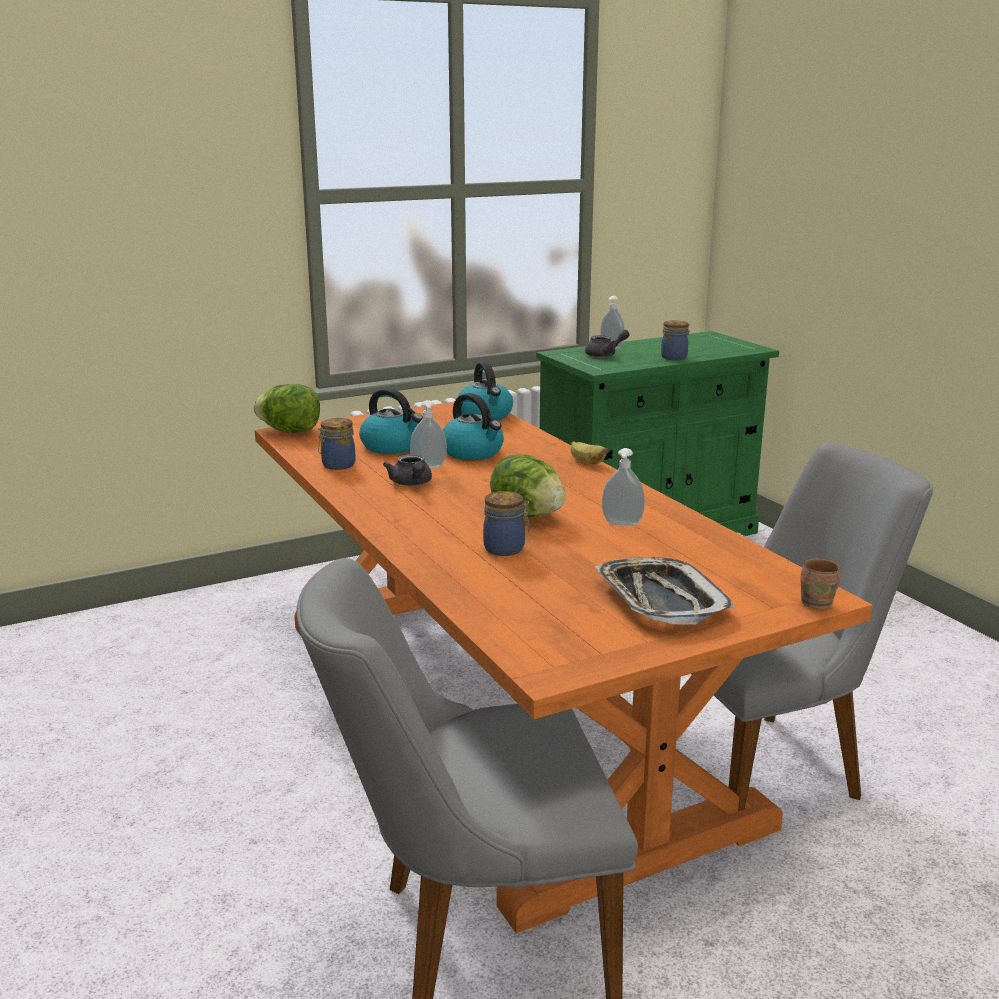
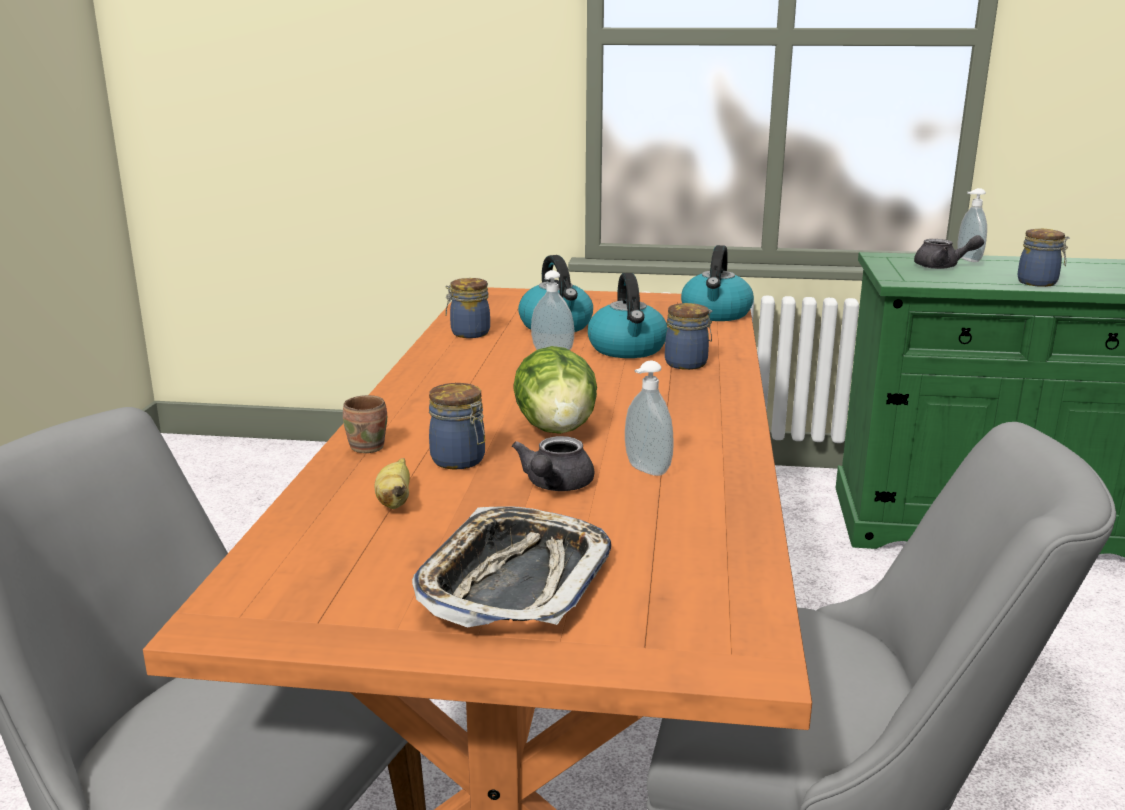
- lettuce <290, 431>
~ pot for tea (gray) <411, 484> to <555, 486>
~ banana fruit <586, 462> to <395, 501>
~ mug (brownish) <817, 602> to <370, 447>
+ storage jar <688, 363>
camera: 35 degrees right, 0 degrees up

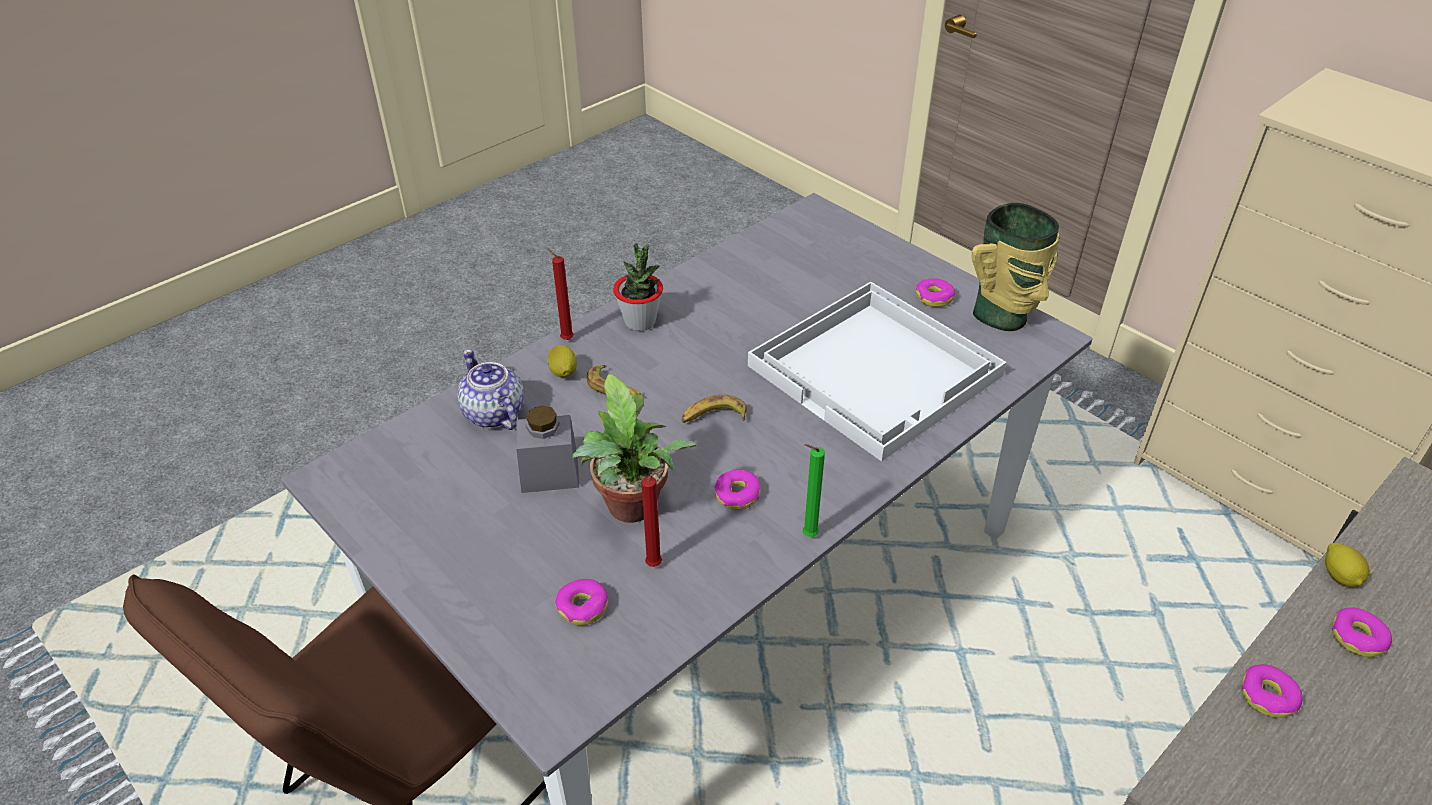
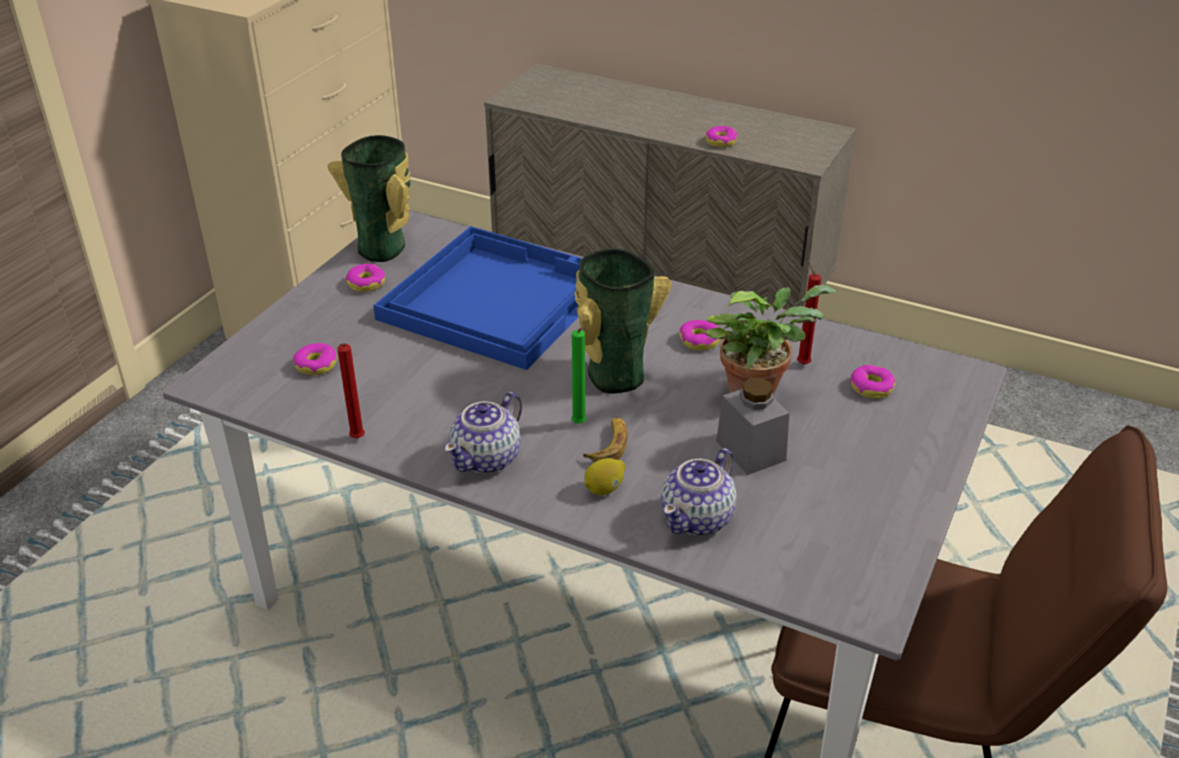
~ wax light (red) <565, 339> to <357, 440>
~ plant in a pot <640, 322> to pot for tea <487, 458>
~ banana fruit <713, 417> to vase <612, 373>
~ tray (white-coloured) <877, 371> to tray (blue-coloured) <496, 298>
~ wax light (green-coloured) <807, 535> to <580, 425>
- whole lemon <1339, 576>
~ doughnut <1357, 638> to <316, 365>
camera: 110 degrees left, 5 degrees down

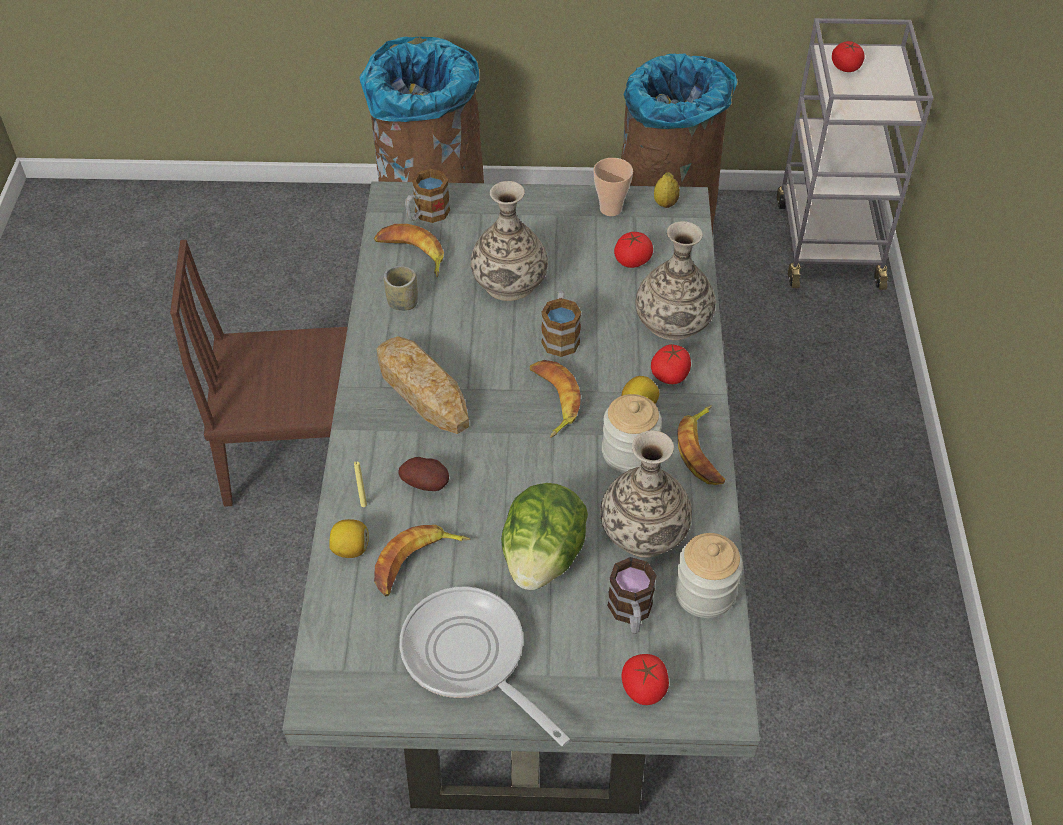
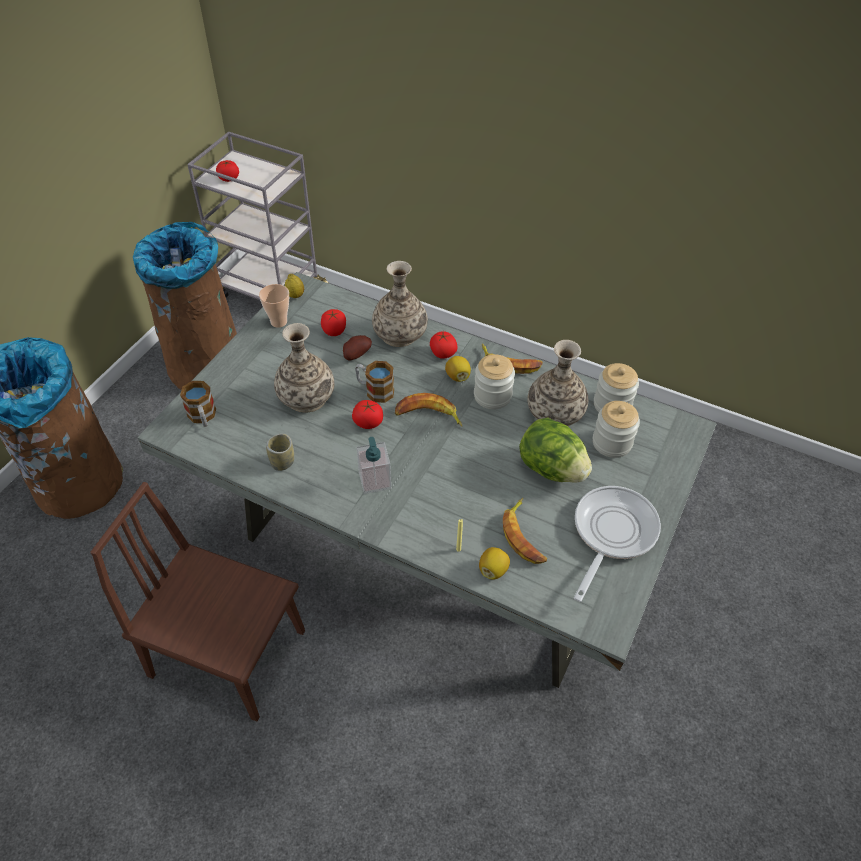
~ chair (brownish) <302, 453> = <228, 653> 90 degrees clockwise
- banana fruit <411, 254>
~ bread <422, 390> to liquid soap bottle <375, 480>
~ potato <427, 483> to <356, 355>
~ skillet <470, 658> = <611, 533> 135 degrees clockwise
~ mug <631, 613> to storage jar <612, 443>
~ tomato <644, 689> to <368, 422>
camera: 65 degrees left, 0 degrees up

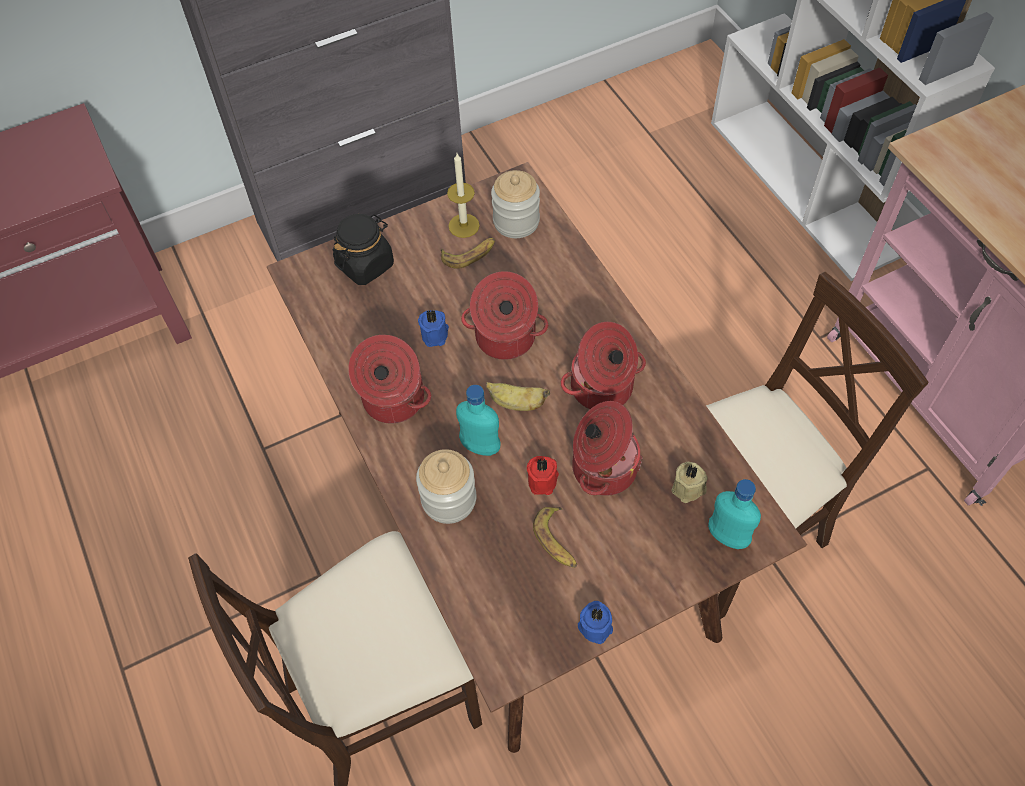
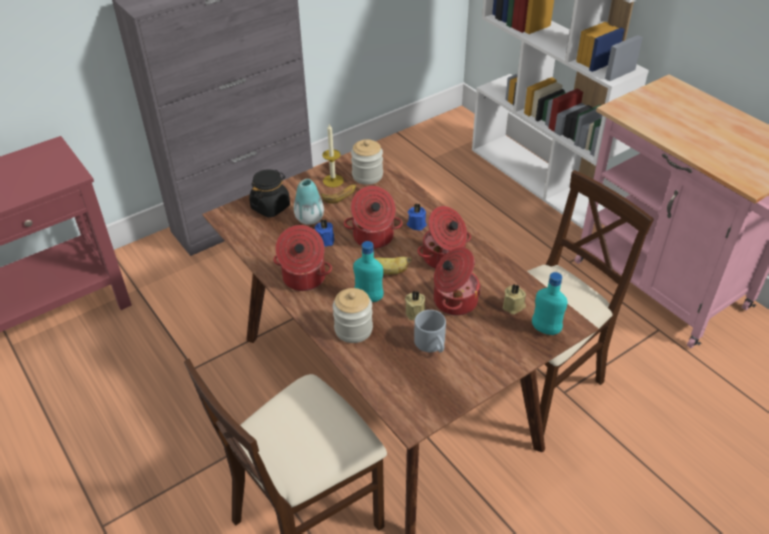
~ wax light (red) <543, 481> to wax light (sand-coloured) <416, 312>
~ banana fruit <557, 541> to mug (gray) <432, 344>
~ wax light (blue-coloured) <595, 625> to <416, 224>
+ vase <309, 218>
camera: 10 degrees left, 15 degrees down

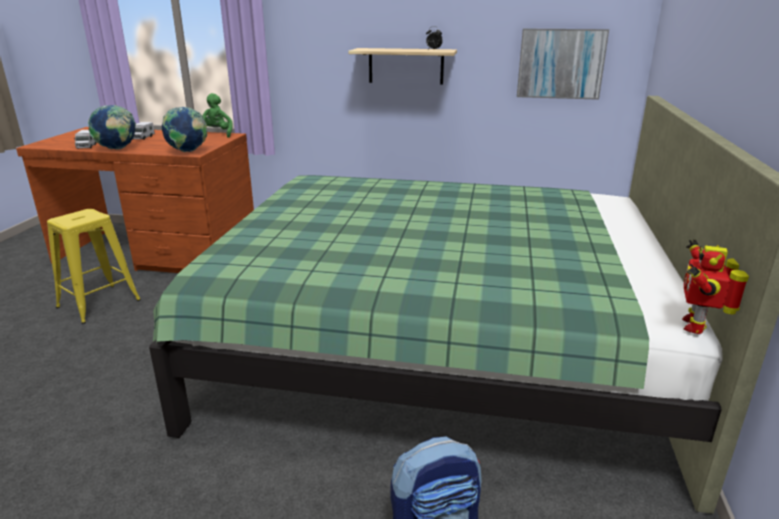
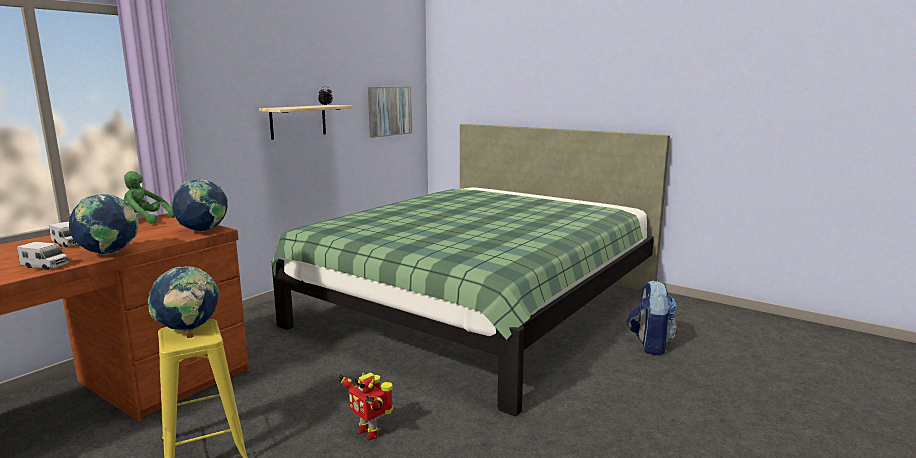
~ toy robot <696, 325> to <369, 432>
+ globe <188, 329>
camera: 65 degrees left, 10 degrees down

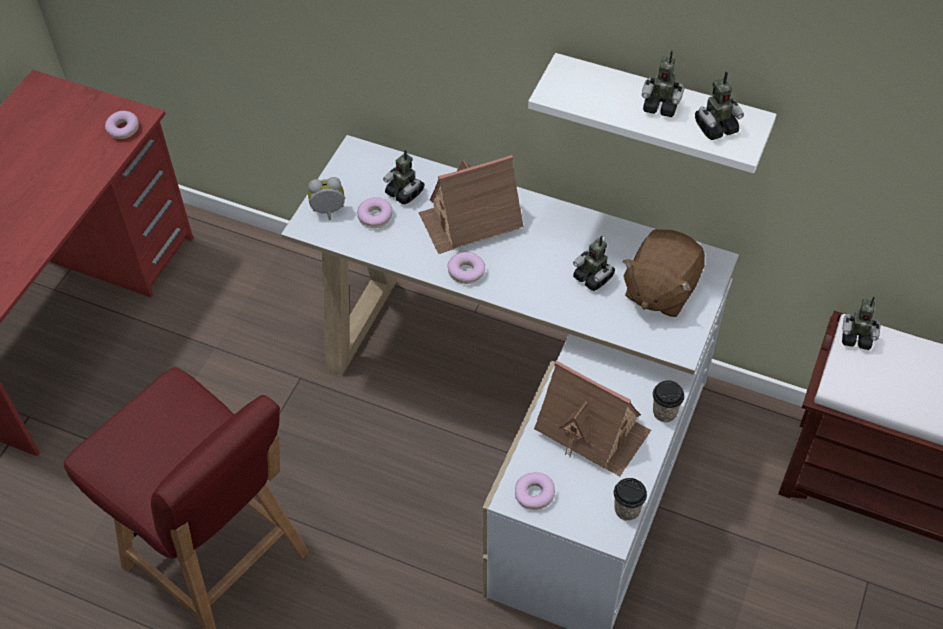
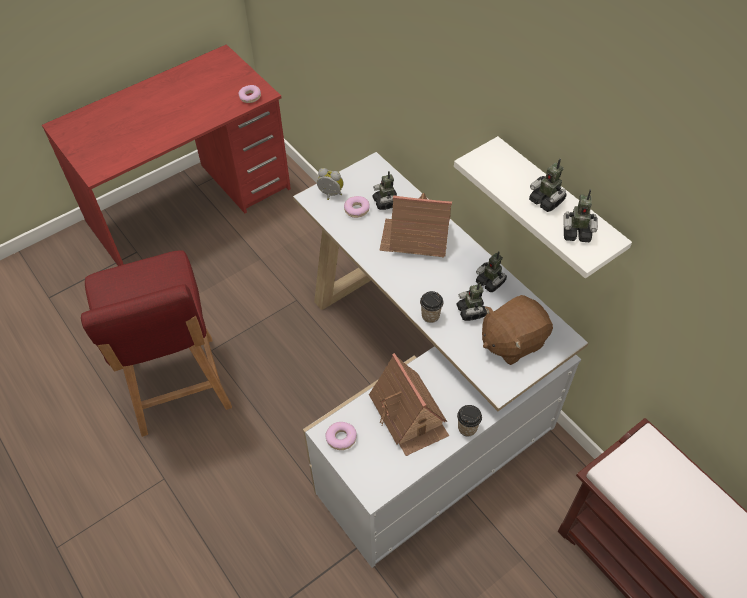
- doughnut <466, 272>
~ drinking cup <627, 509> to <430, 316>
~ toy robot <856, 337> to <490, 282>
camera: 30 degrees right, 0 degrees up

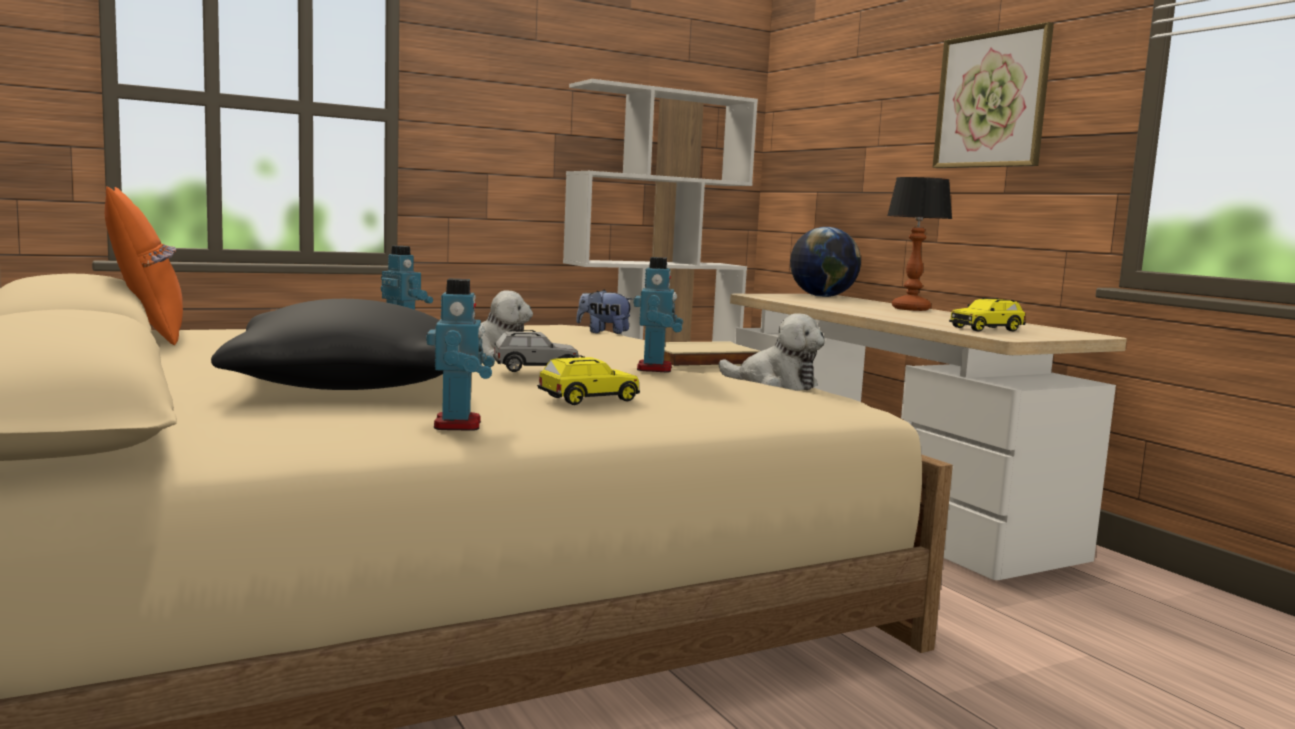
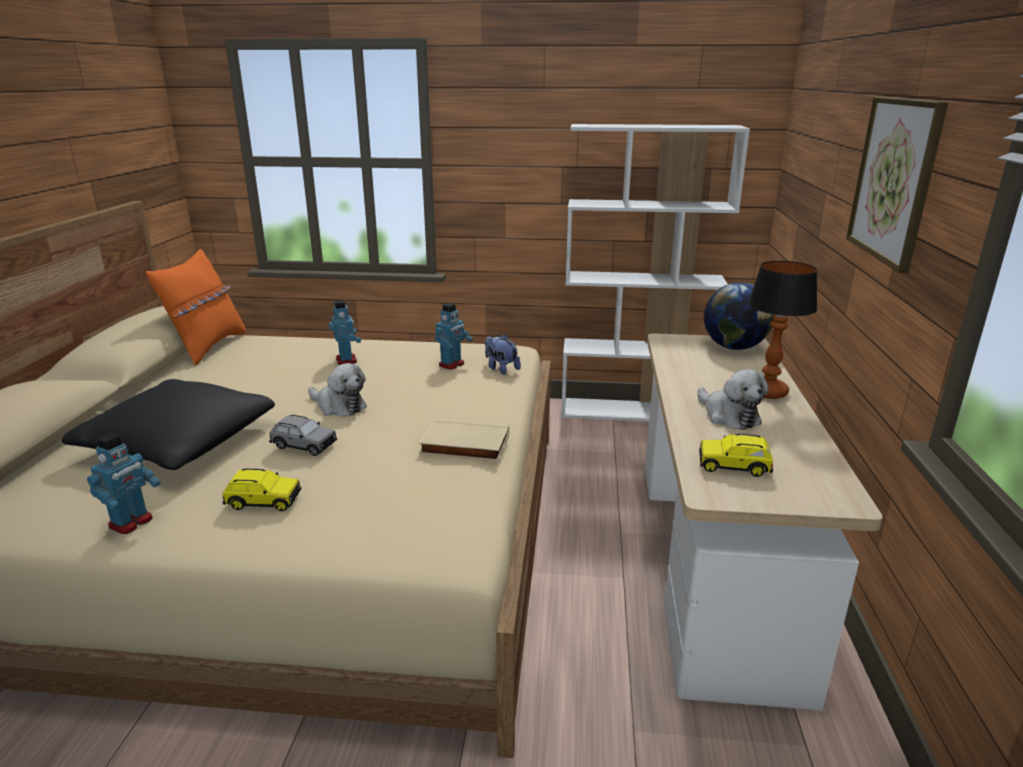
~ toy robot <655, 369> to <452, 364>
~ cuddly toy <775, 383> to <728, 416>
camera: 35 degrees right, 15 degrees up

